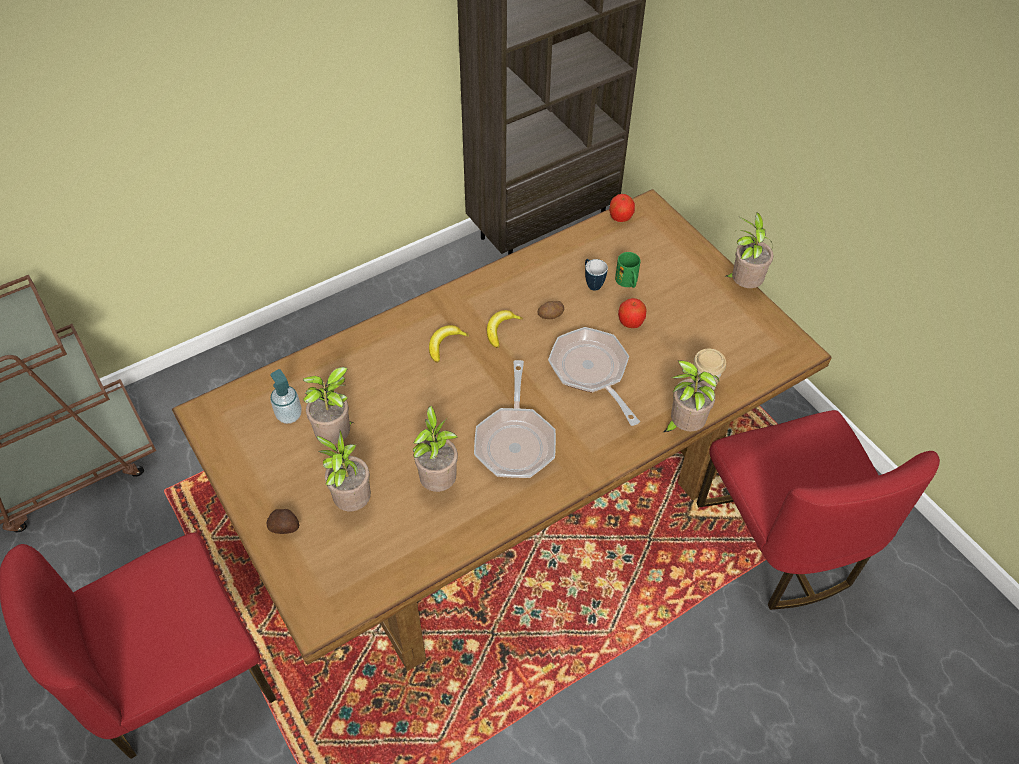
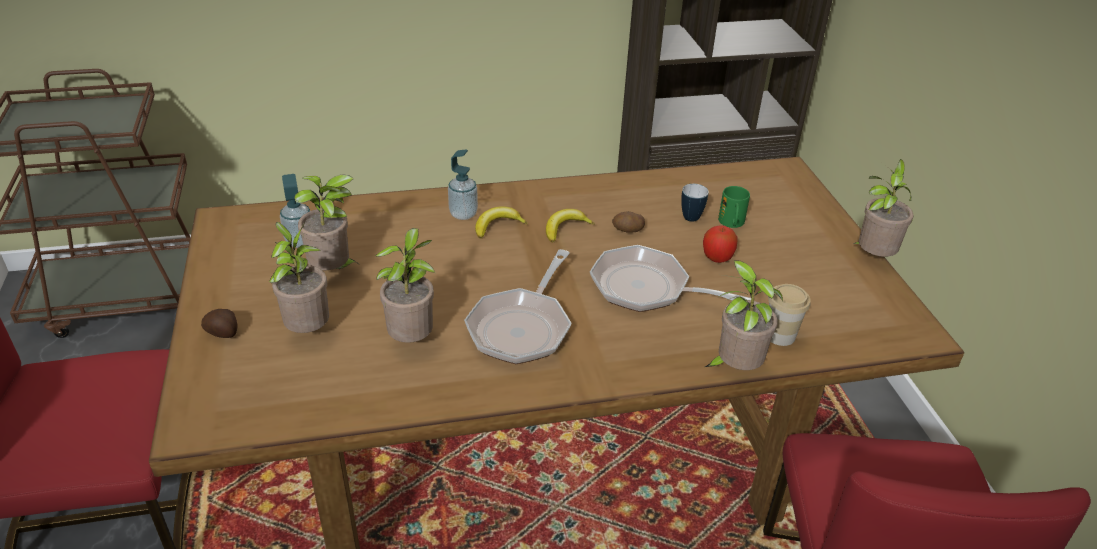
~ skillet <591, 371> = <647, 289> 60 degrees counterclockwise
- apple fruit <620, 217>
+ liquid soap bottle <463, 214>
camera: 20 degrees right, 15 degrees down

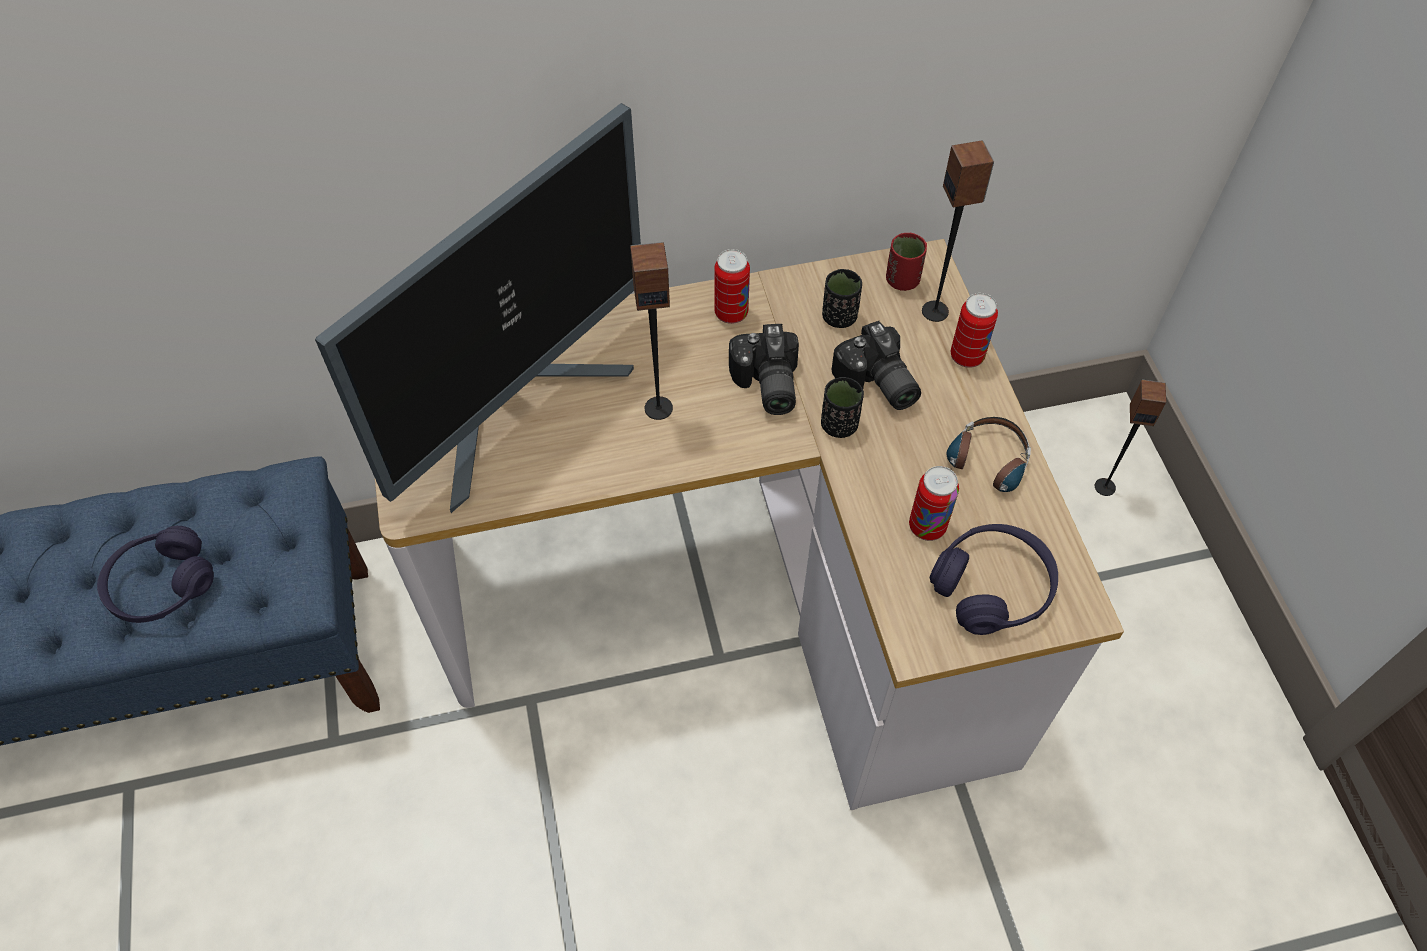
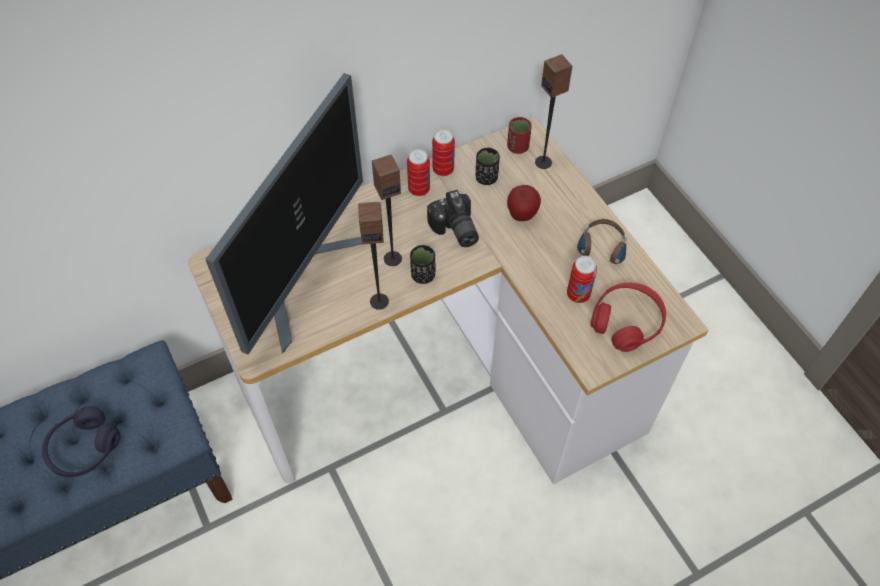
~ drinking cup (blackish) <839, 425> to <423, 275>
~ photo camera <876, 385> to apple fruit <522, 215>
~ headset (purplish) <991, 587> to headset (red) <626, 322>
~ sealed can <966, 356> to <443, 170>
~ speaker <1105, 486> to <379, 301>
camera: 15 degrees left, 0 degrees up

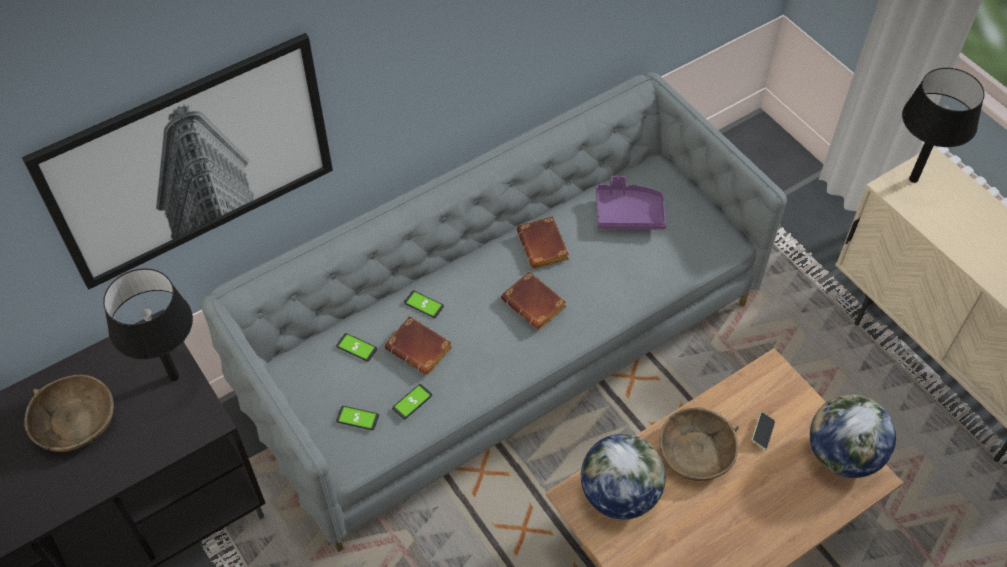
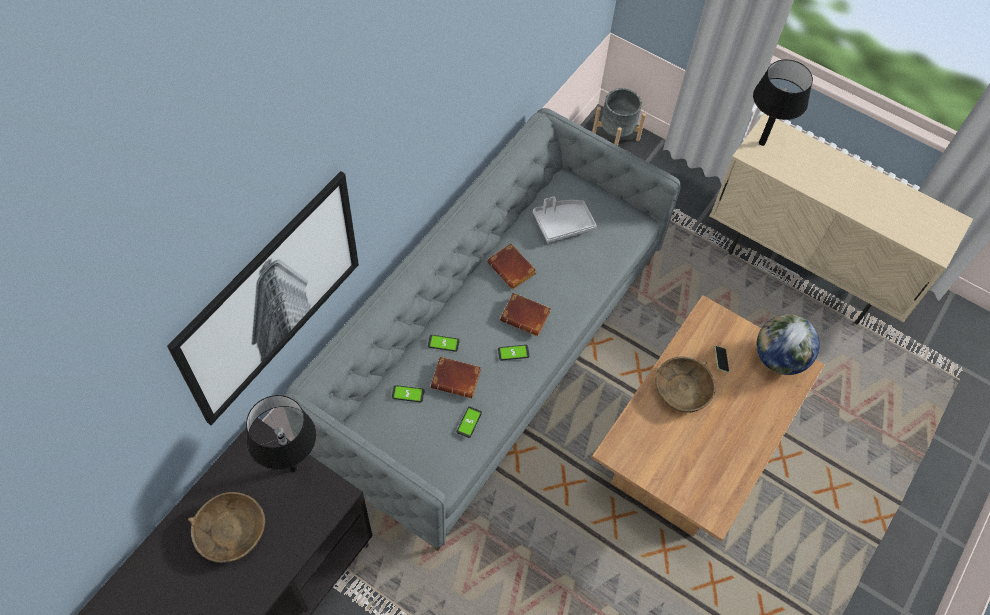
~ phone <357, 418> to <513, 353>
- globe <619, 494>
~ tray (purplish) <628, 213> to tray (gray) <563, 224>
+ planter (gray) <615, 136>
camera: 25 degrees left, 5 degrees up

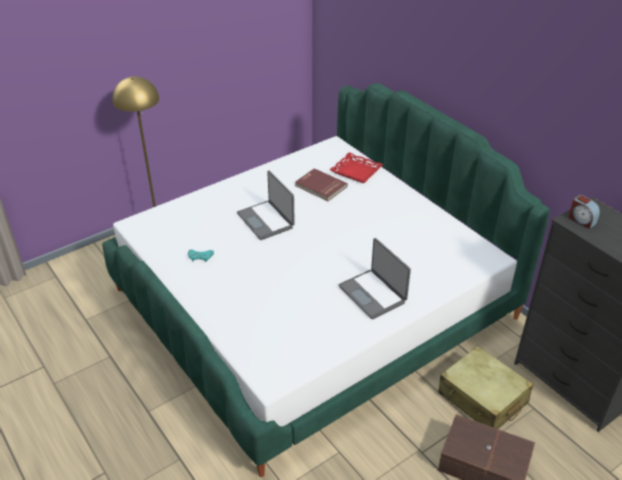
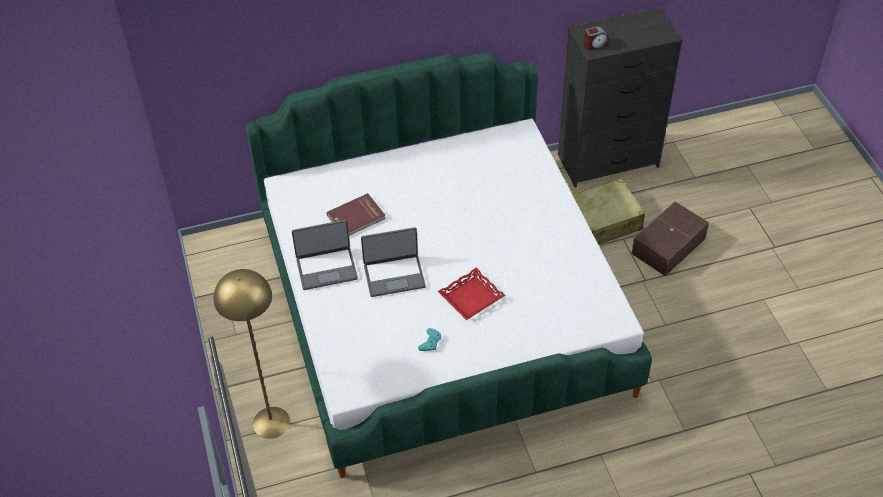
~ tray (red) <356, 171> to <471, 297>
~ laptop <373, 294> to <326, 268>
camera: 70 degrees left, 10 degrees up

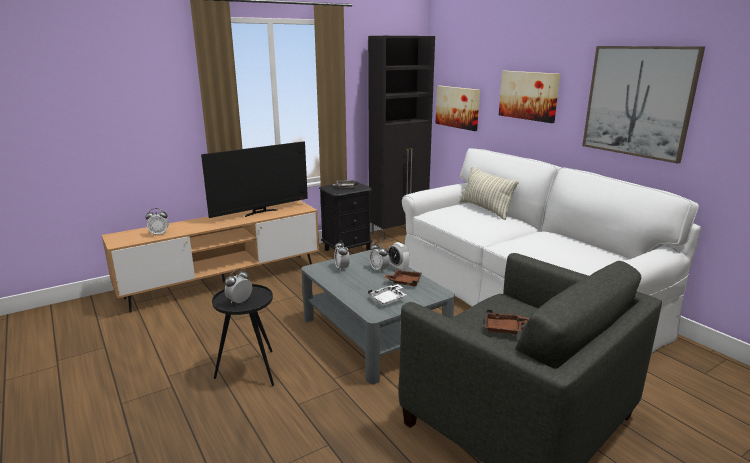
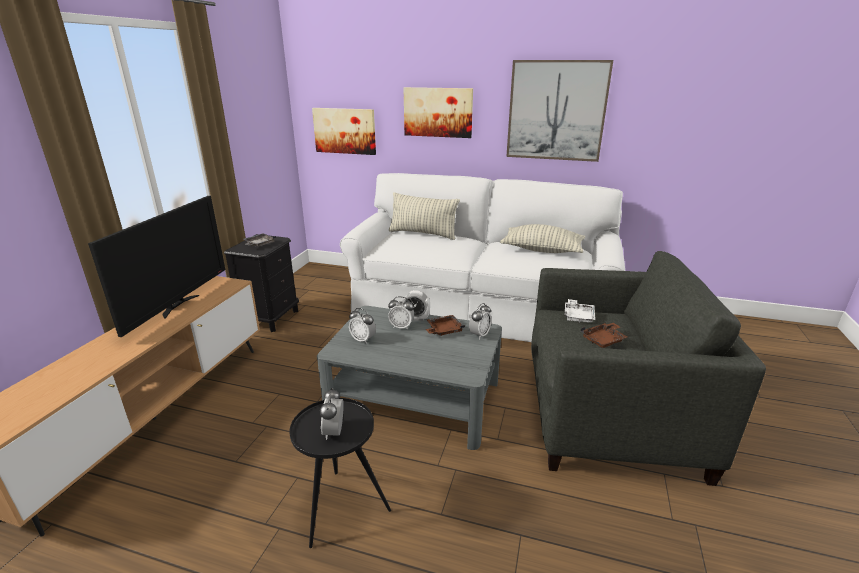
~ bedside clock <159, 234> to <479, 335>
- cabinet (blackish) <399, 232>
~ tray (white-coloured) <388, 299> to <578, 316>
+ throw pillow <542, 250>
camera: 40 degrees left, 5 degrees up

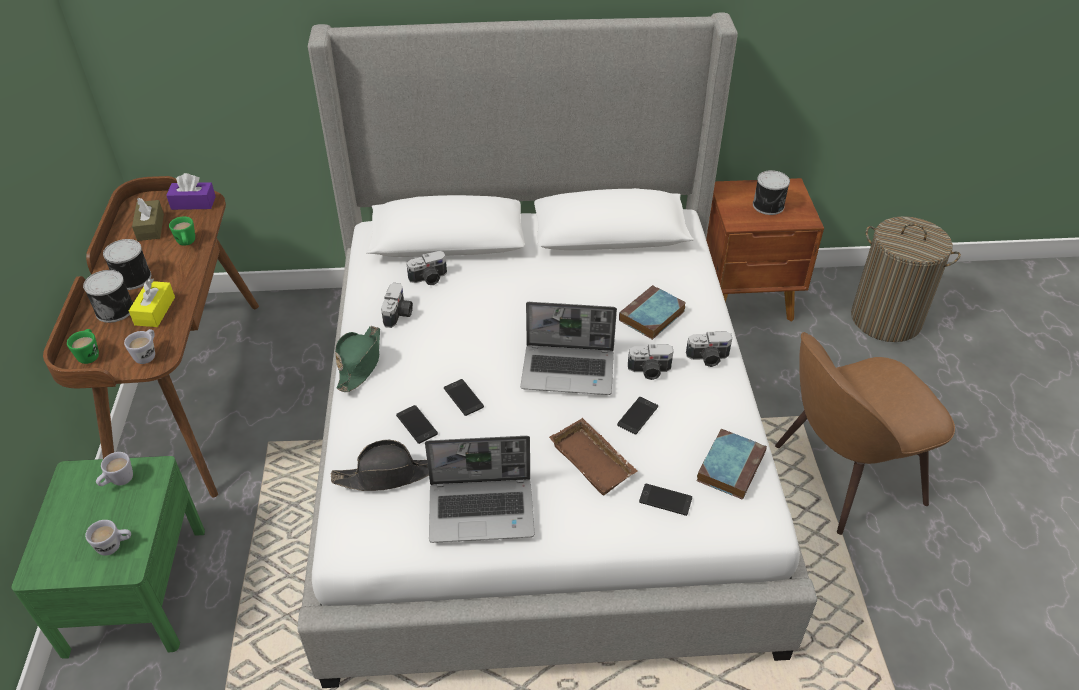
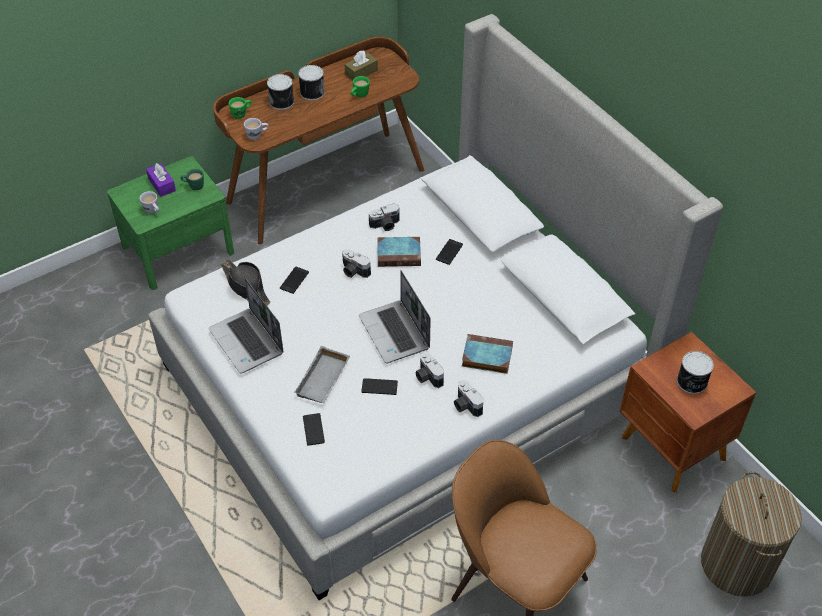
~ mug (white-coloured) <118, 481> to mug (green-coloured) <193, 186>
- tissue box (yellow) <155, 311>
~ tissue box (purplish) <193, 203> to <162, 185>
- hat (green-coloured) <360, 363>
~ photo camera <429, 279> to <354, 271>
~ phone <463, 397> to <449, 252>
~ tray (brownish) <595, 461> to tray (gray) <324, 380>
~ book <730, 466> to <400, 254>
camera: 60 degrees right, 5 degrees up

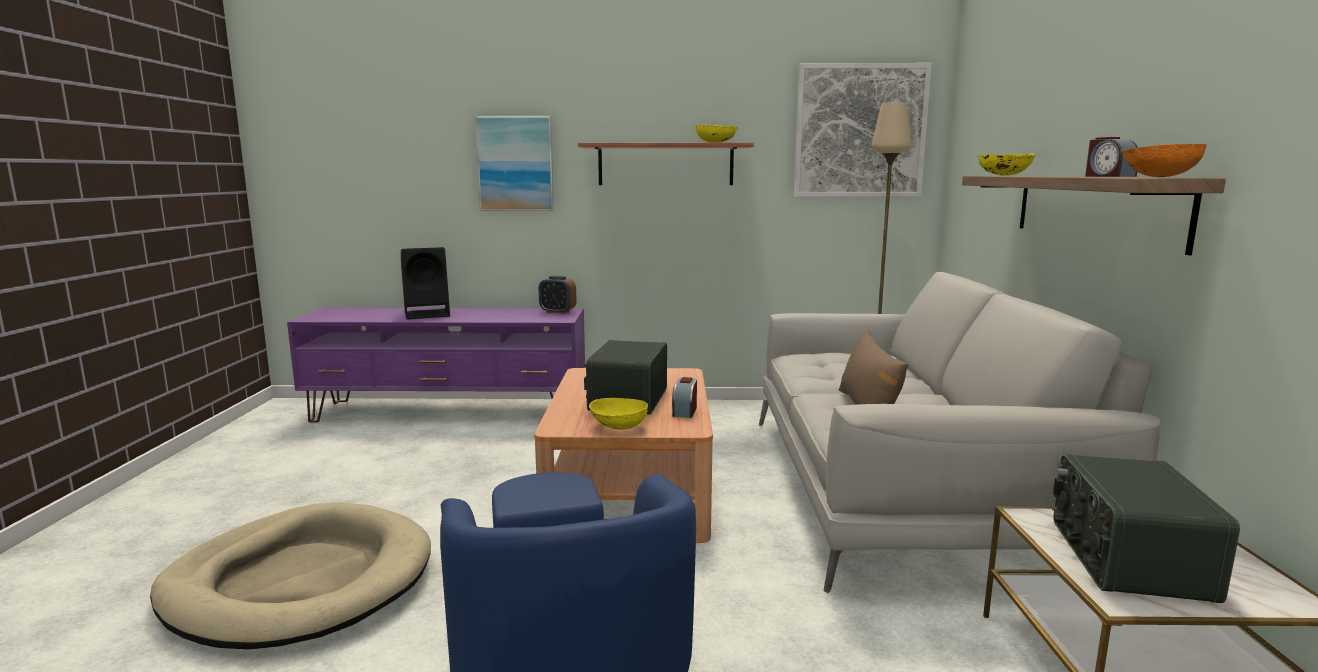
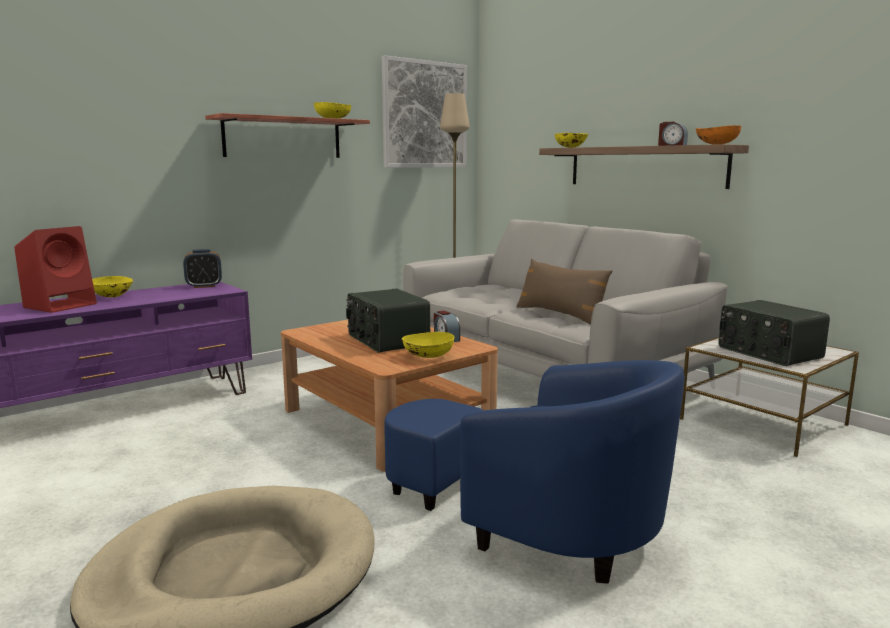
~ speaker (blackish) <428, 314> to speaker (red) <61, 305>
- picture <515, 164>
+ bowl (yellow) <113, 297>
camera: 40 degrees left, 0 degrees up

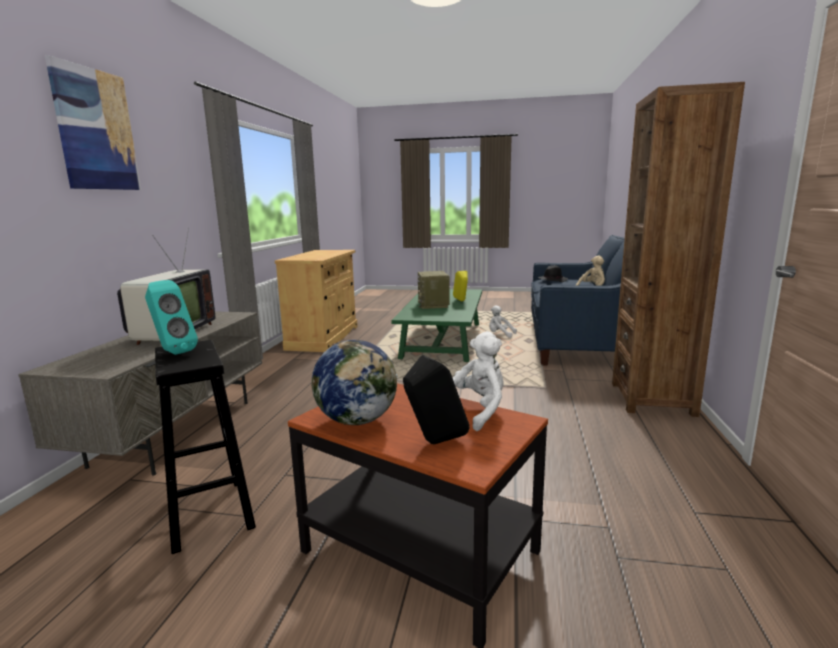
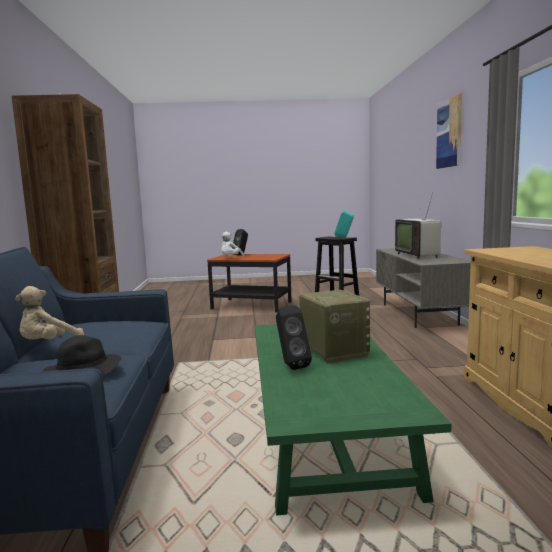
- globe <357, 420>
~ speaker (yellow) <461, 301> to speaker (blackish) <291, 366>
- cuddly toy (white-coloured) <500, 335>
camera: 165 degrees right, 5 degrees down

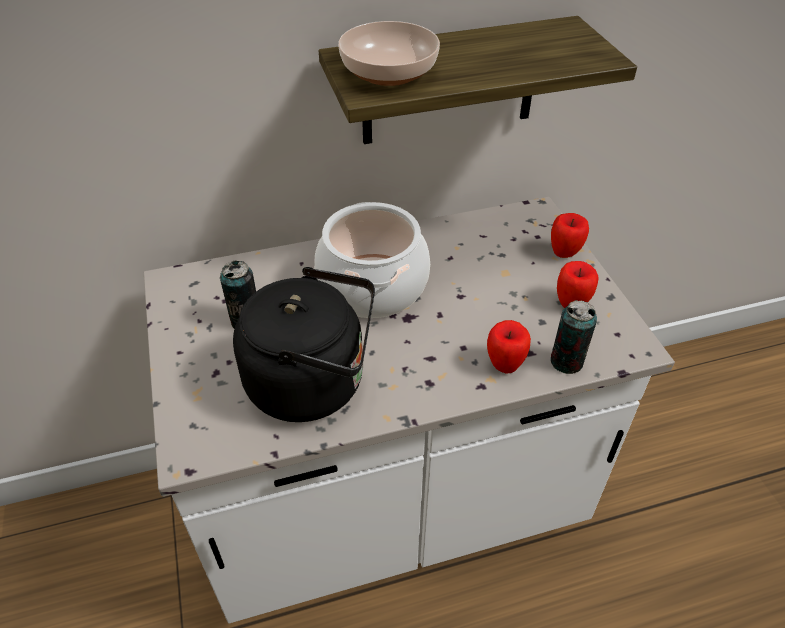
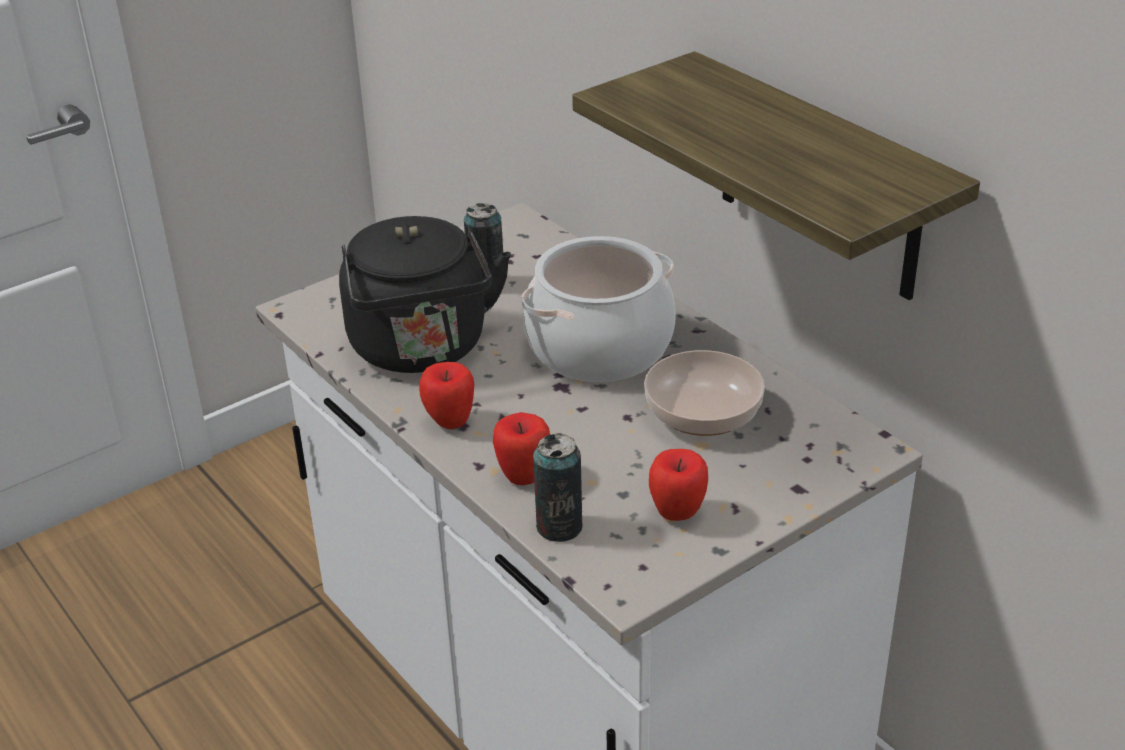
~ bowl <389, 71> to <705, 414>
~ apple fruit <564, 254> to <450, 423>
camera: 70 degrees right, 10 degrees down

